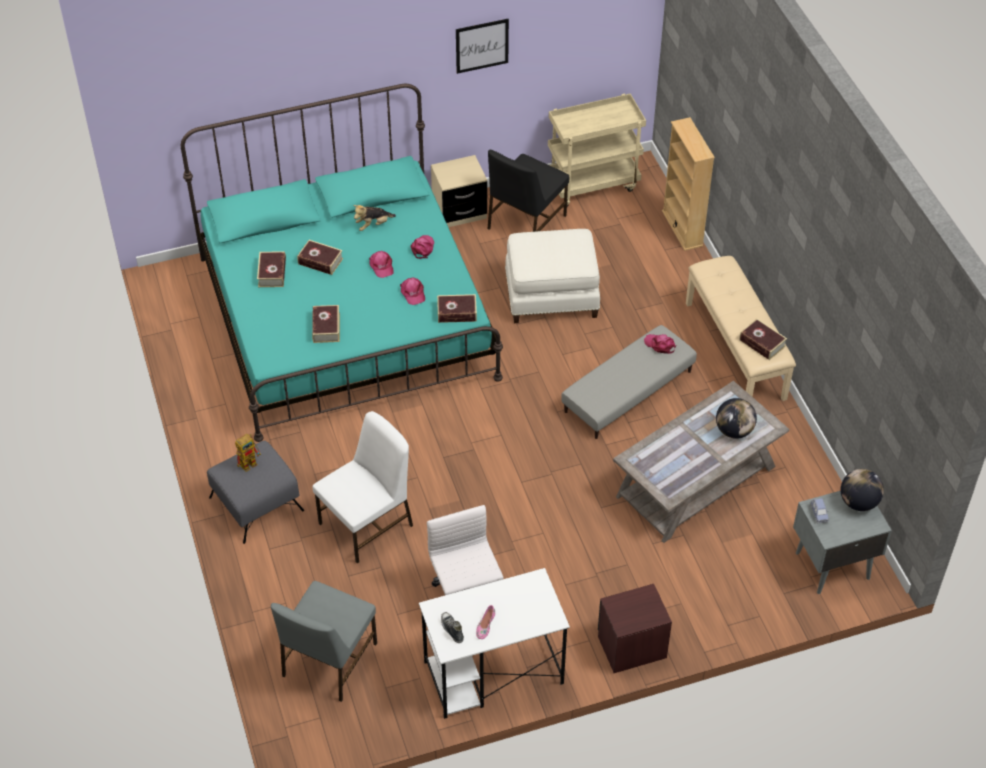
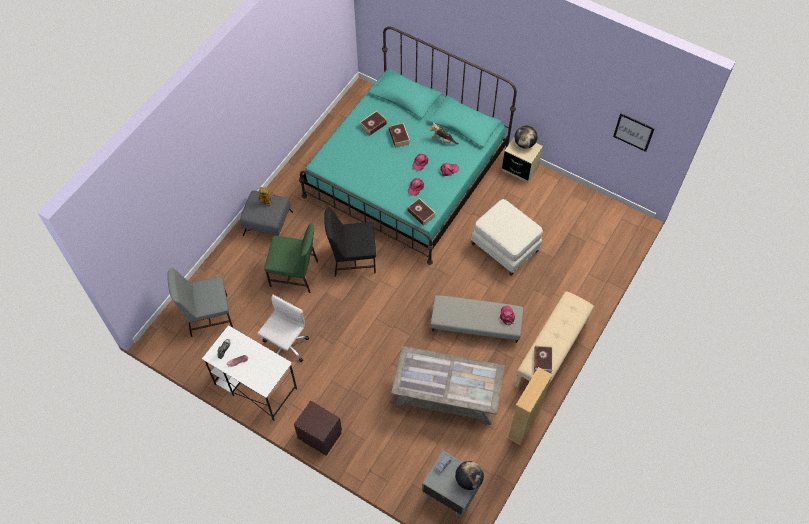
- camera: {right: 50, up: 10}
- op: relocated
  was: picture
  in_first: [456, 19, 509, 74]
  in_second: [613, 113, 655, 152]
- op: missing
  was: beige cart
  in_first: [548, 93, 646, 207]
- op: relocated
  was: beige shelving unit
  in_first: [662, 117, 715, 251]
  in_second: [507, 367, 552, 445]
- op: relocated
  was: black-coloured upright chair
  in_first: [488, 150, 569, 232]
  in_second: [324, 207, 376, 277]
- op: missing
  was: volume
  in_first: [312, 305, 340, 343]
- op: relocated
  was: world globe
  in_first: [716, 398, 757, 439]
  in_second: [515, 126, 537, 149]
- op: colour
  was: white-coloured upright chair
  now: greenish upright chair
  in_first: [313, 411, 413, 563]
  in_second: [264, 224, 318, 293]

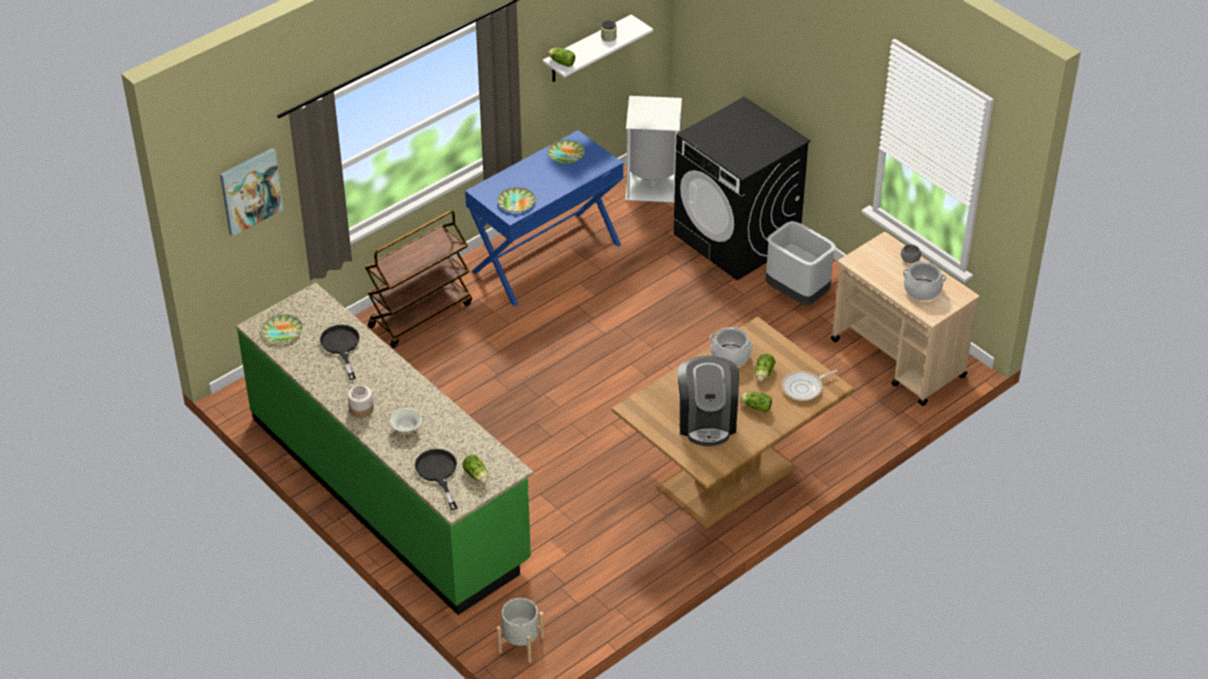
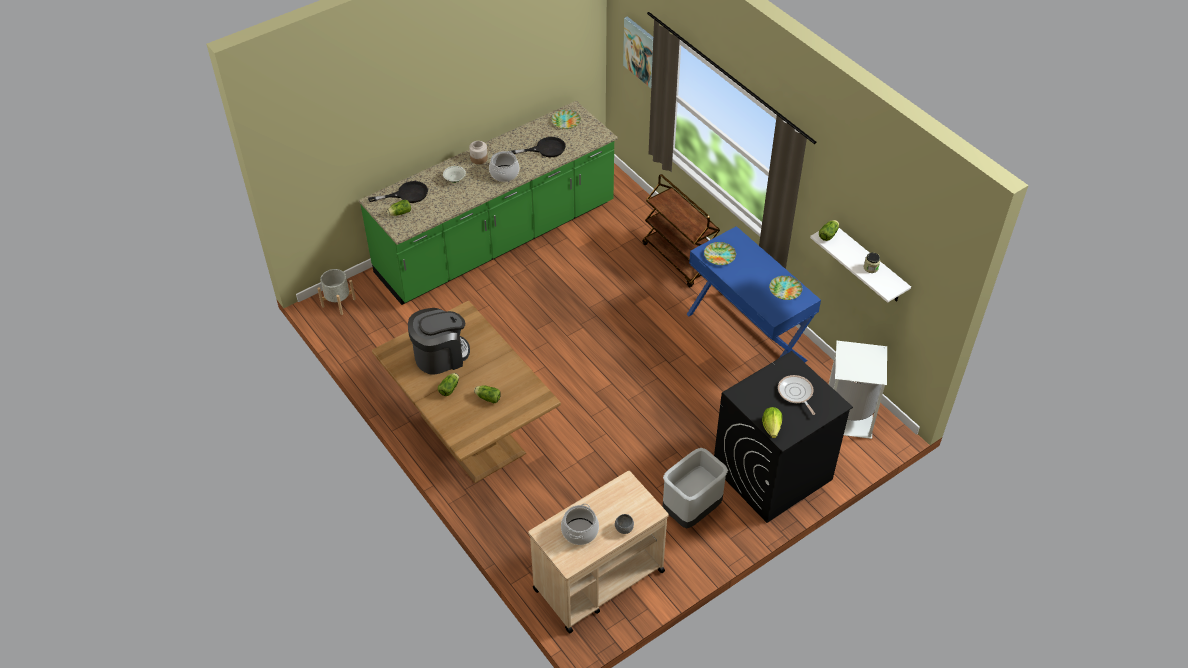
- camera: {right: 95, up: 5}
- op: relocated
  was: stockpot
  in_first: [709, 327, 754, 367]
  in_second: [489, 151, 519, 182]
- op: spun
  was: coffee machine
  in_first: [678, 356, 739, 447]
  in_second: [408, 308, 470, 375]
  clockwise: 150
- op: relocated
  was: frying pan
  in_first: [782, 369, 838, 401]
  in_second: [778, 375, 815, 415]
- op: appeared
  now: lettuce head
  in_second: [762, 407, 782, 438]

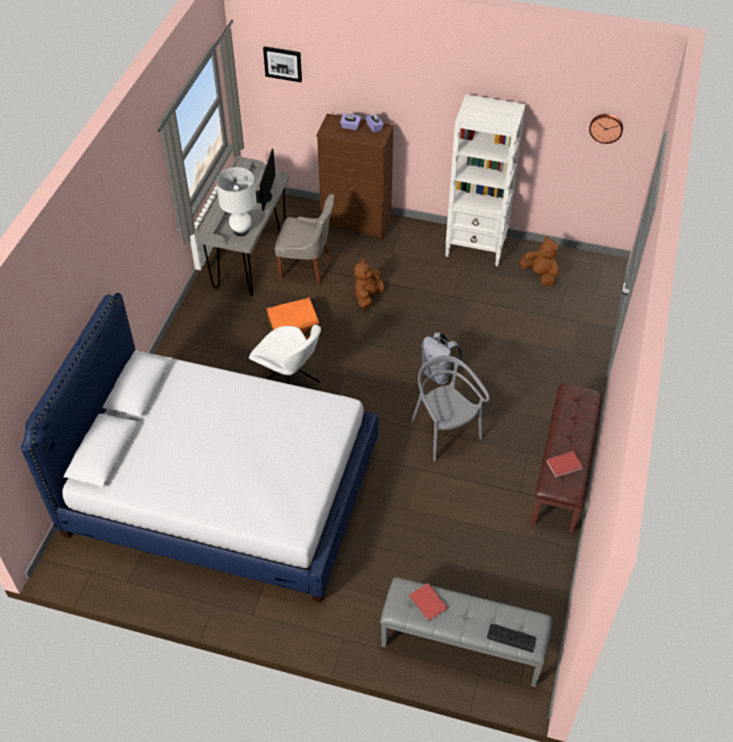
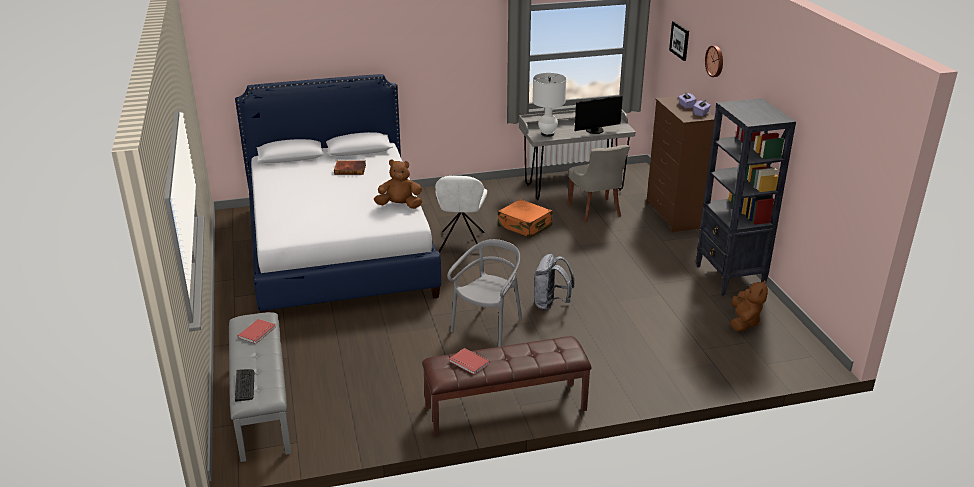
- camera: {right: 60, up: -20}
- op: colour
  was: white-coloured shelving unit
  now: black-coloured shelving unit
  in_first: [445, 94, 526, 266]
  in_second: [696, 98, 796, 296]
- op: relocated
  was: hanging clock
  in_first: [589, 114, 623, 144]
  in_second: [705, 45, 723, 77]
- op: relocated
  was: brown-coloured soft toy
  in_first: [353, 259, 384, 308]
  in_second: [374, 159, 422, 209]
- op: appeared
  now: volume
  in_second: [334, 160, 366, 175]

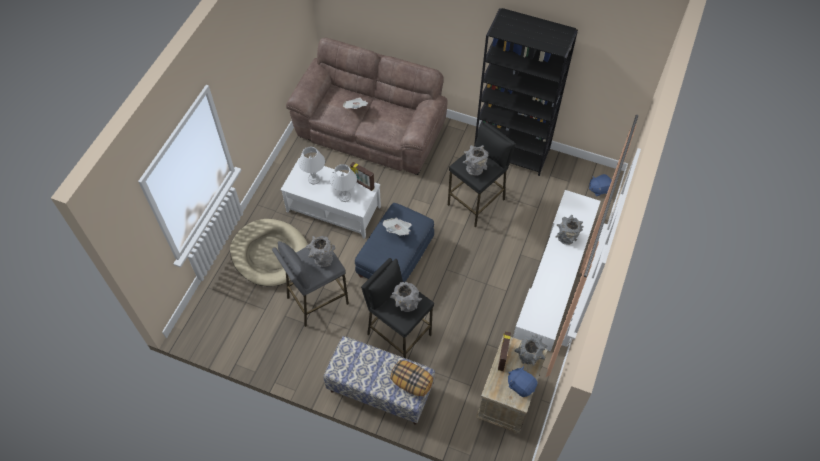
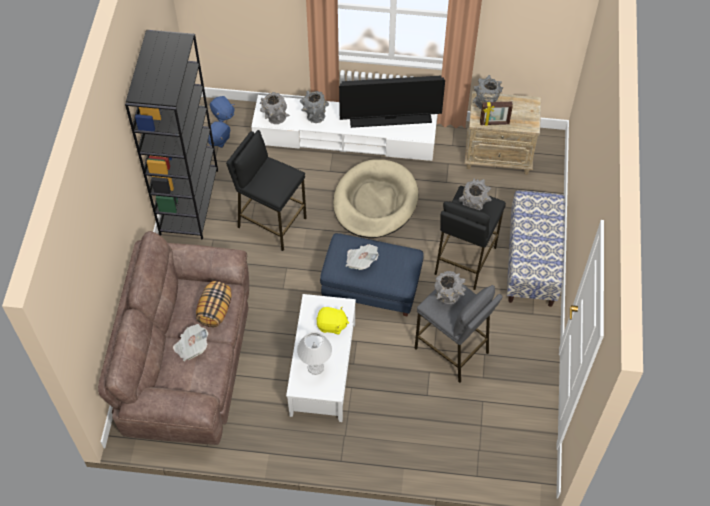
- camera: {right: -105, up: 0}
- op: relocated
  was: greyish vase
  in_first: [463, 145, 489, 176]
  in_second: [260, 92, 290, 124]
- op: missing
  was: standing frame
  in_first: [350, 162, 374, 191]
- op: exchanged
  was: white-coloured table lamp
  now: yellow-coloured soft toy
  in_first: [330, 164, 357, 202]
  in_second: [316, 307, 349, 334]
- op: relocated
  was: beige pet bed
  in_first: [230, 219, 308, 287]
  in_second: [333, 159, 418, 238]
- op: relocated
  was: throw pillow
  in_first: [390, 360, 433, 397]
  in_second: [196, 281, 232, 327]
- op: relocated
  was: blue soft toy
  in_first: [508, 366, 538, 397]
  in_second: [208, 121, 230, 148]
- op: appeared
  now: TV
  in_second: [339, 76, 445, 128]

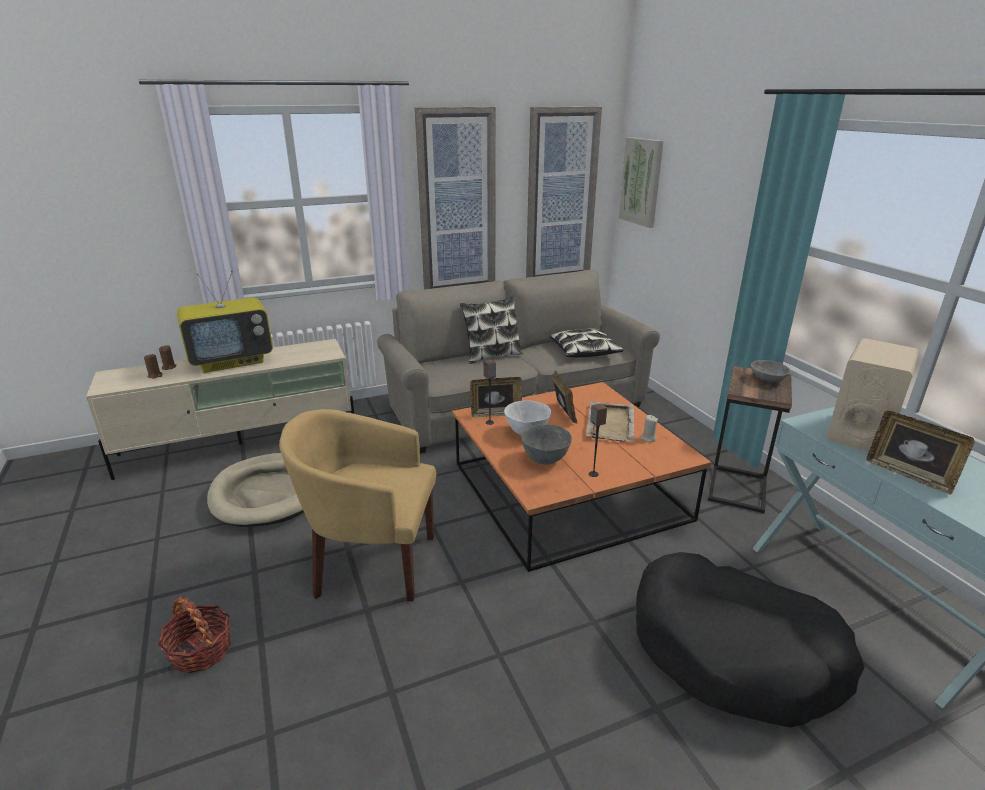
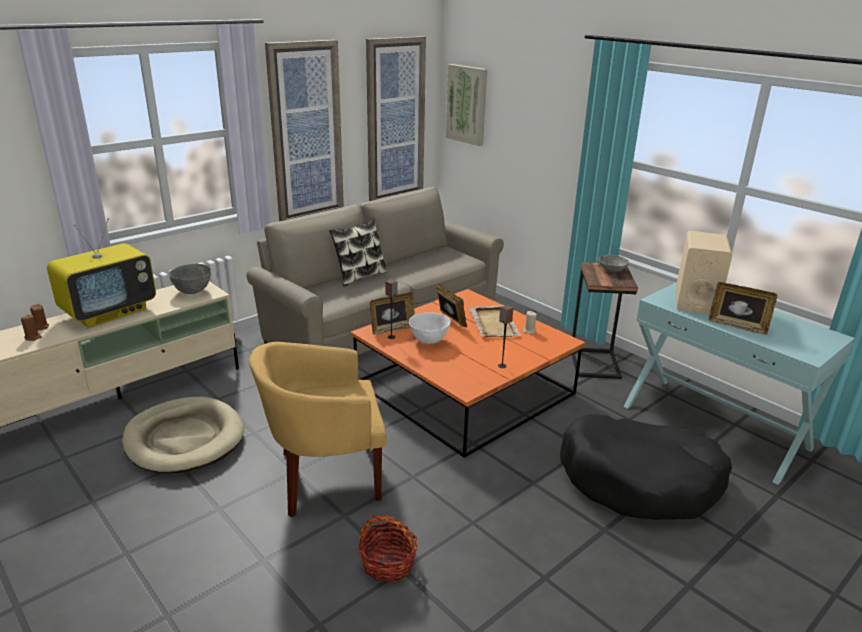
- camera: {right: -20, up: 0}
- op: missing
  was: throw pillow
  in_first: [550, 328, 623, 357]
- op: relocated
  was: greyish bowl
  in_first: [521, 425, 572, 465]
  in_second: [169, 264, 211, 294]
- op: relocated
  was: storage basket
  in_first: [158, 595, 231, 674]
  in_second: [358, 514, 417, 582]

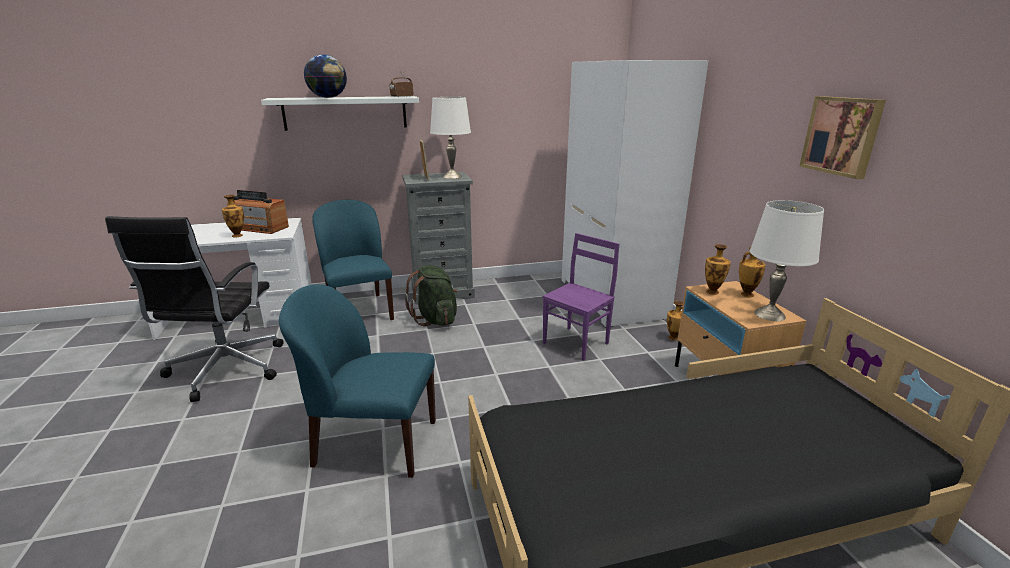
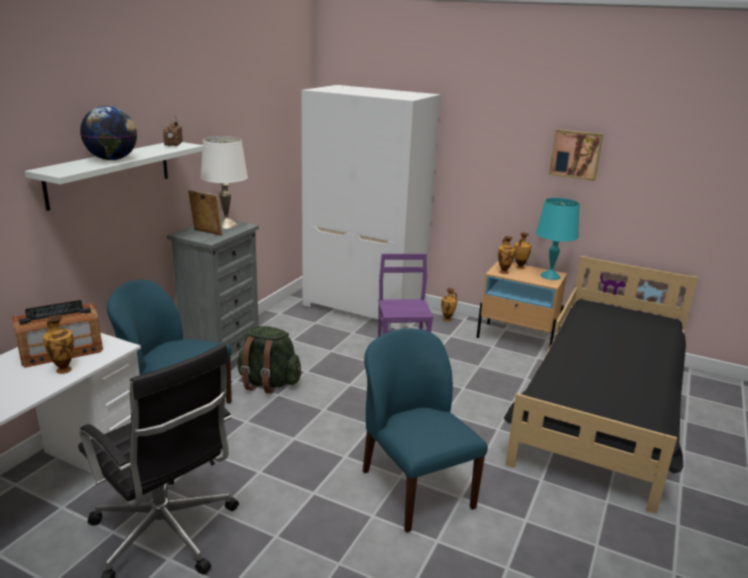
- camera: {right: -50, up: 0}
- op: colour
  was: white-coloured table lamp
  now: blue-green table lamp
  in_first: [750, 200, 824, 321]
  in_second: [536, 198, 580, 280]
- op: spun
  was: blue upright chair
  in_first: [279, 285, 436, 478]
  in_second: [363, 328, 488, 533]
  clockwise: 105

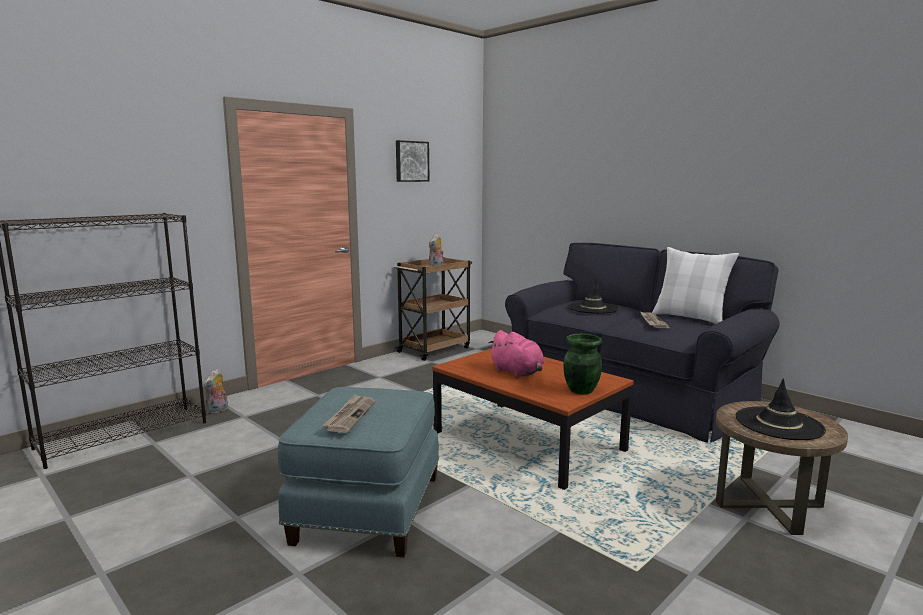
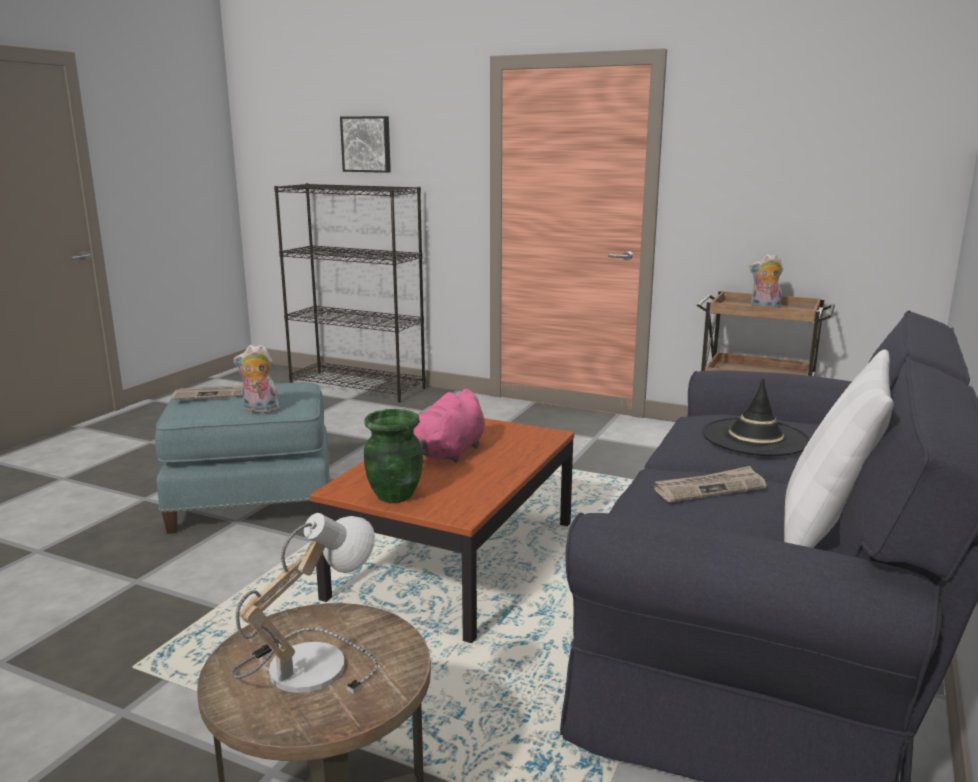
- camera: {right: 70, up: 5}
- op: relocated
  was: picture
  in_first: [396, 140, 430, 182]
  in_second: [340, 116, 391, 173]
- op: relocated
  was: soft toy
  in_first: [203, 369, 228, 415]
  in_second: [234, 344, 280, 413]
- op: exchanged
  was: black-coloured wearable hat
  now: table lamp
  in_first: [736, 378, 826, 440]
  in_second: [231, 513, 378, 694]

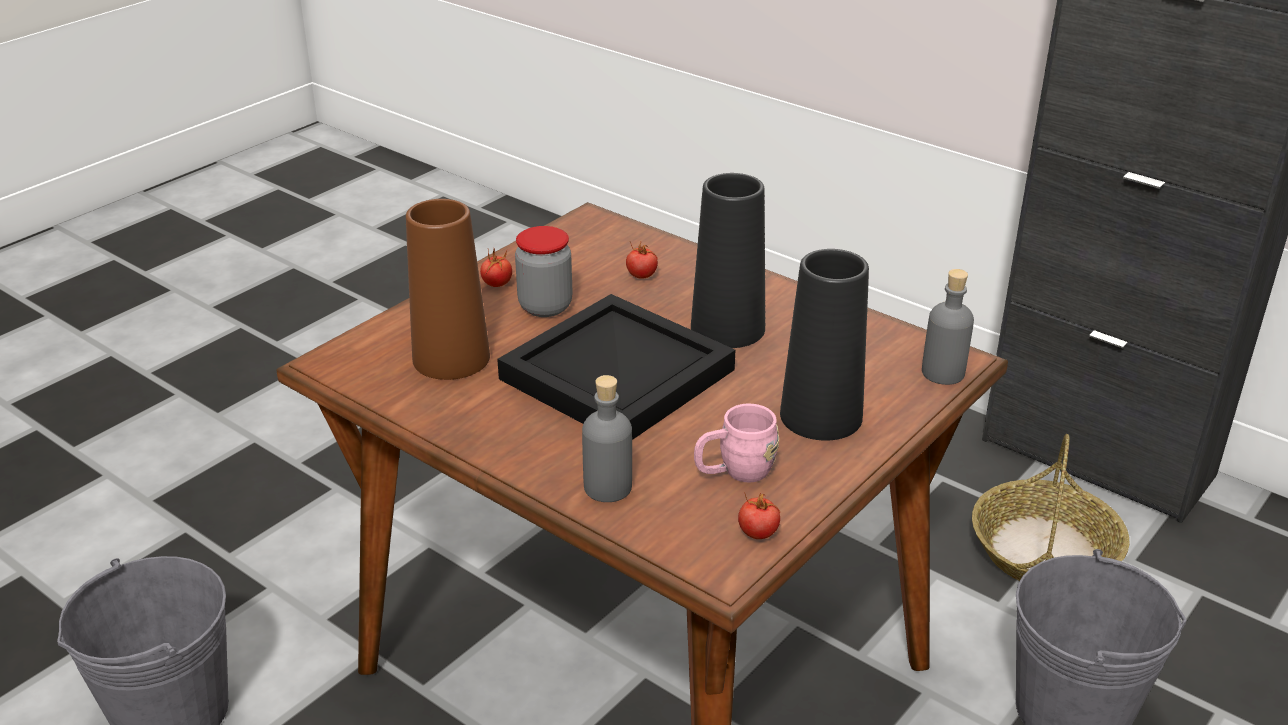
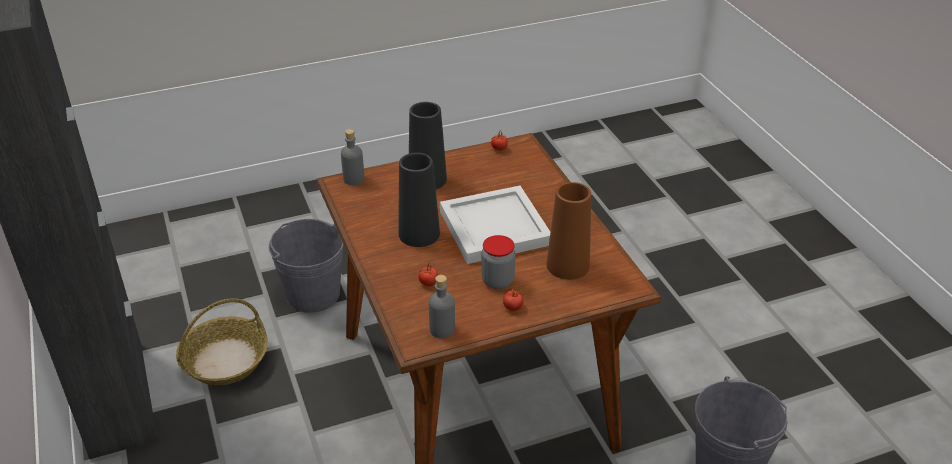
- camera: {right: -150, up: 5}
- op: colour
  was: black-coloured serving tray
  now: white-coloured serving tray
  in_first: [497, 294, 735, 440]
  in_second: [440, 186, 550, 264]
- op: relocated
  was: greyish beverage bottle
  in_first: [582, 375, 632, 502]
  in_second: [429, 275, 455, 339]
- op: missing
  was: pinkish tea mug
  in_first: [694, 404, 779, 482]

